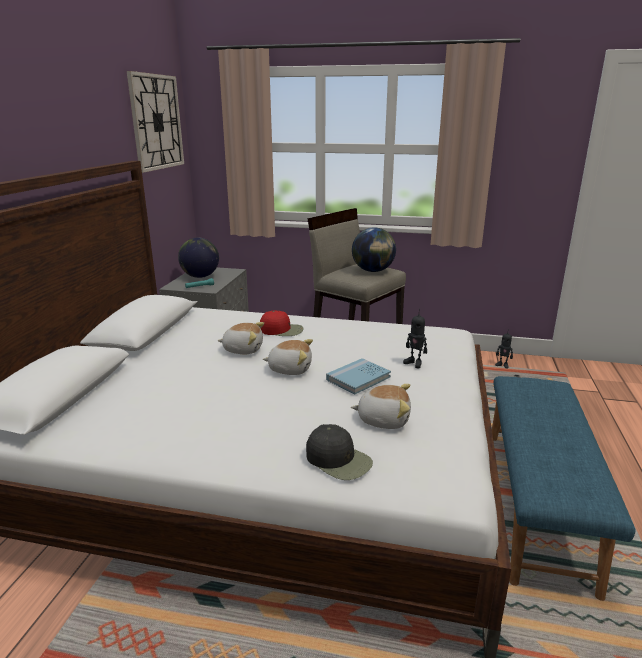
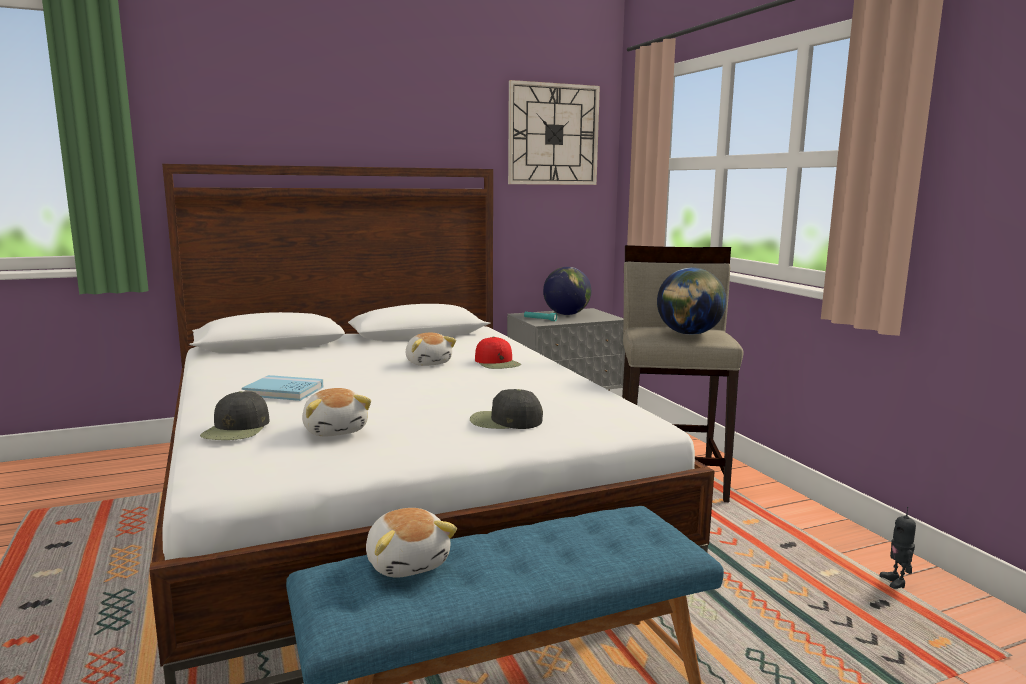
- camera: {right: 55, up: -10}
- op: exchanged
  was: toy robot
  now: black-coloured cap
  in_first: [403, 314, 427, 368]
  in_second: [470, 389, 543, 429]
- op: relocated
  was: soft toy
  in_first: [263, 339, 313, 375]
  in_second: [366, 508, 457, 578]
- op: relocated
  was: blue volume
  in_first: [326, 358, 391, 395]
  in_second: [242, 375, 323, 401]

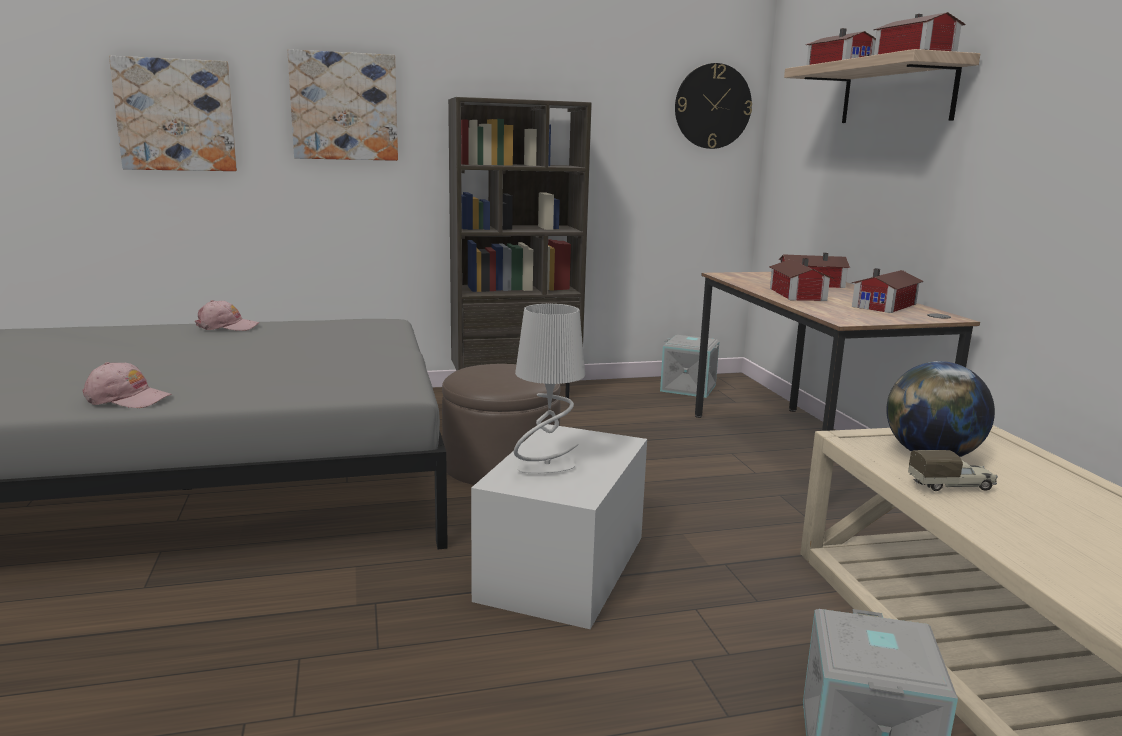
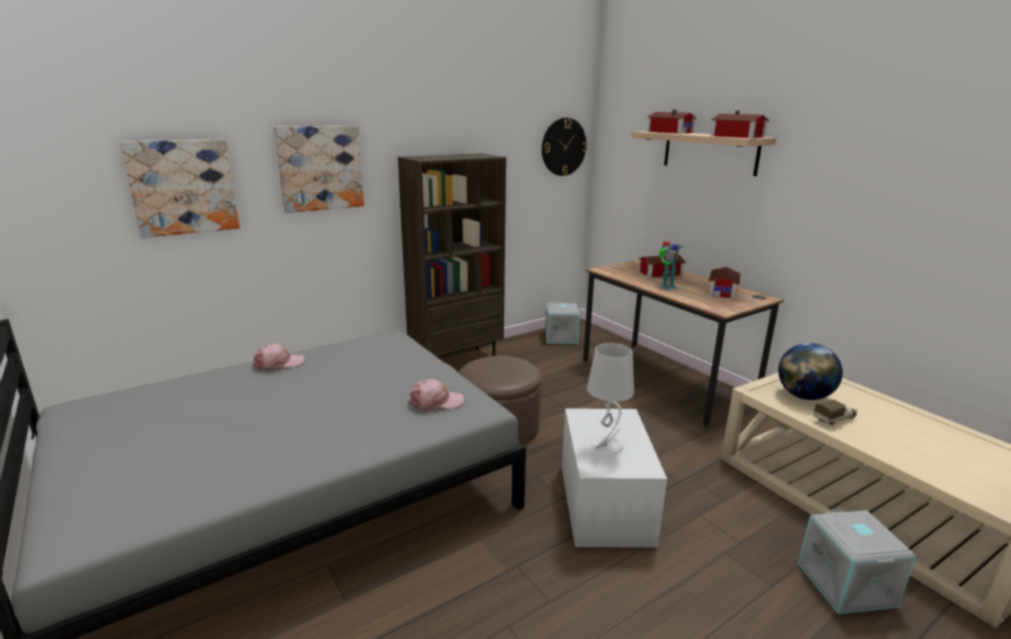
- camera: {right: -20, up: 5}
- op: exchanged
  was: miniature house
  now: toy robot
  in_first: [769, 258, 834, 301]
  in_second: [659, 241, 683, 290]
- op: relocated
  was: pinkish cap
  in_first: [82, 362, 172, 408]
  in_second: [409, 379, 464, 411]

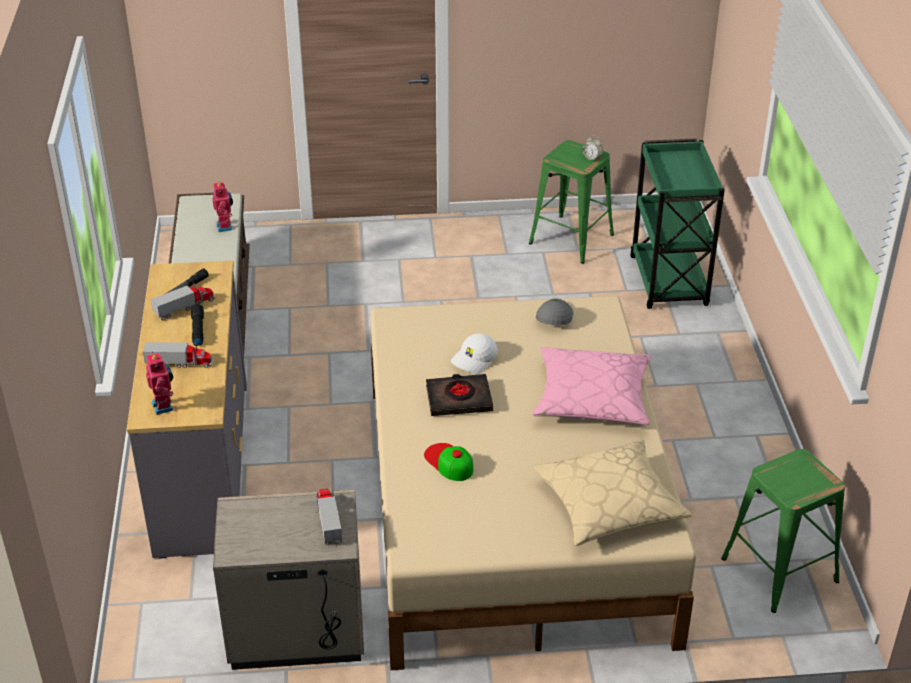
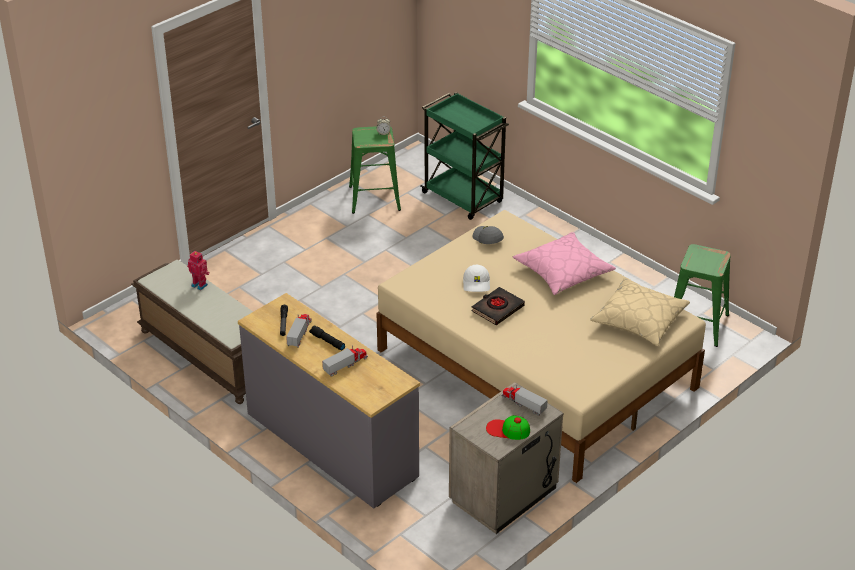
- camera: {right: -40, up: 0}
- op: missing
  was: toy robot
  in_first: [146, 352, 174, 415]
- op: relocated
  was: cap
  in_first: [424, 443, 473, 481]
  in_second: [486, 415, 530, 440]

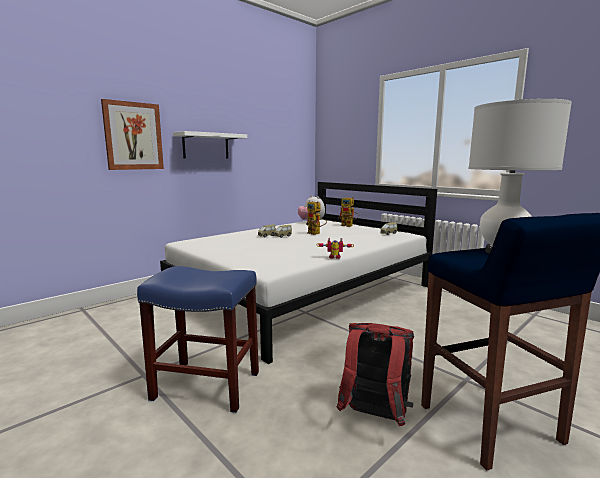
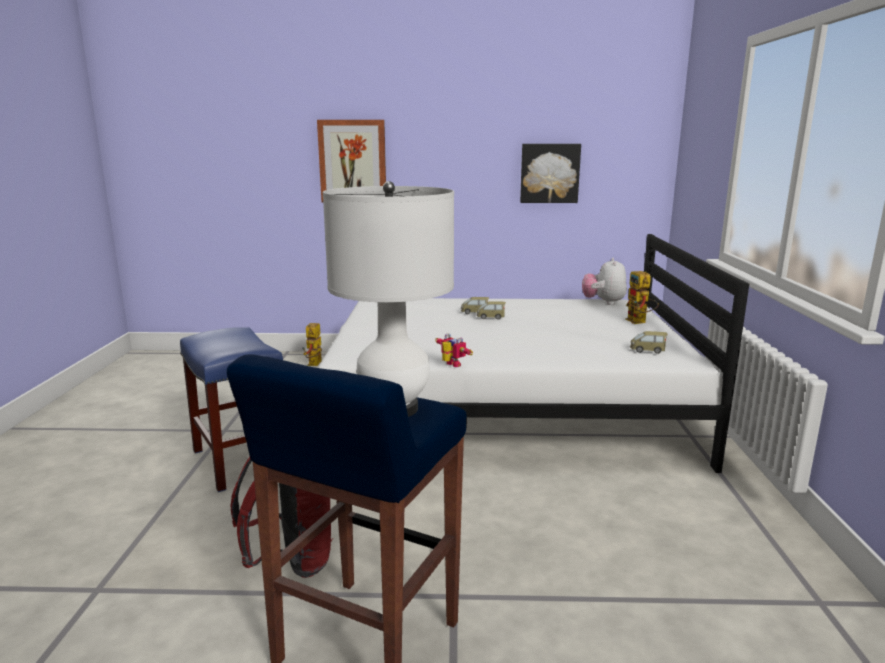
- camera: {right: 45, up: 5}
- op: missing
  was: white-coloured bracket shelf
  in_first: [173, 131, 247, 159]
- op: relocated
  was: toy robot
  in_first: [306, 201, 327, 235]
  in_second: [302, 323, 322, 366]
- op: appeared
  now: picture
  in_second: [520, 144, 581, 203]

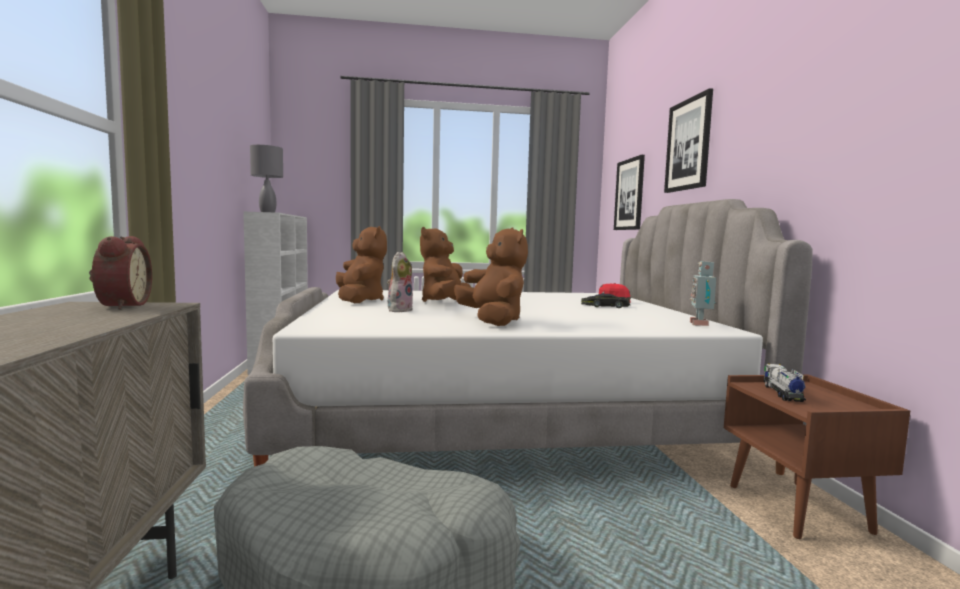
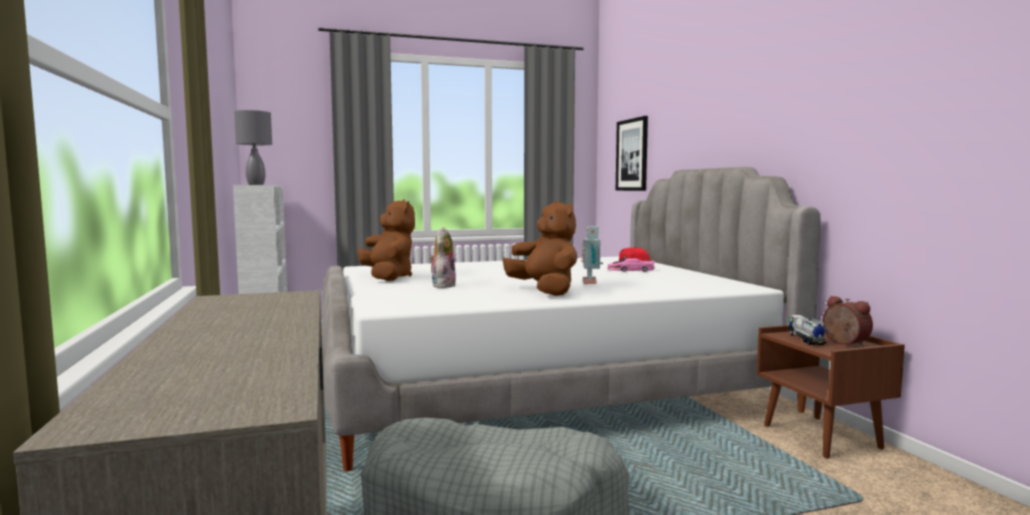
- camera: {right: -10, up: 0}
- op: missing
  was: picture
  in_first: [664, 88, 713, 193]
- op: missing
  was: brown-coloured soft toy
  in_first: [420, 227, 471, 302]
- op: relocated
  was: bedside clock
  in_first: [89, 236, 152, 309]
  in_second: [822, 296, 873, 347]
- op: relocated
  was: toy robot
  in_first: [690, 261, 717, 326]
  in_second: [581, 226, 603, 284]
- op: colour
  was: black-coloured model car
  now: pinkish model car
  in_first: [581, 294, 631, 308]
  in_second: [607, 258, 655, 272]

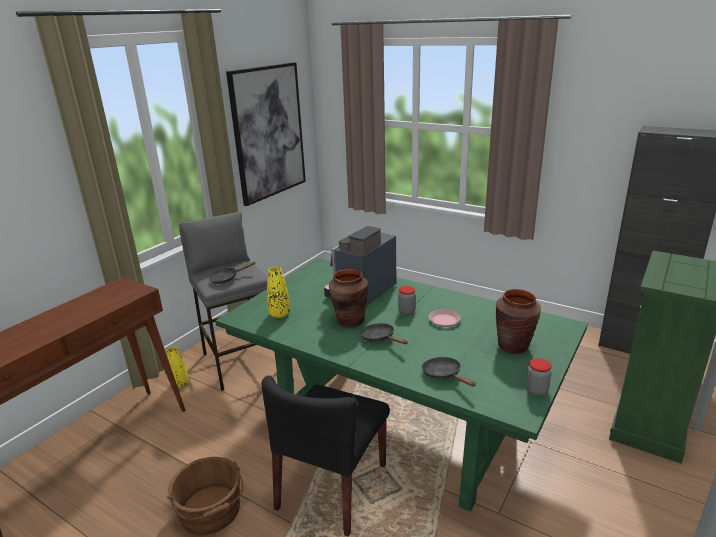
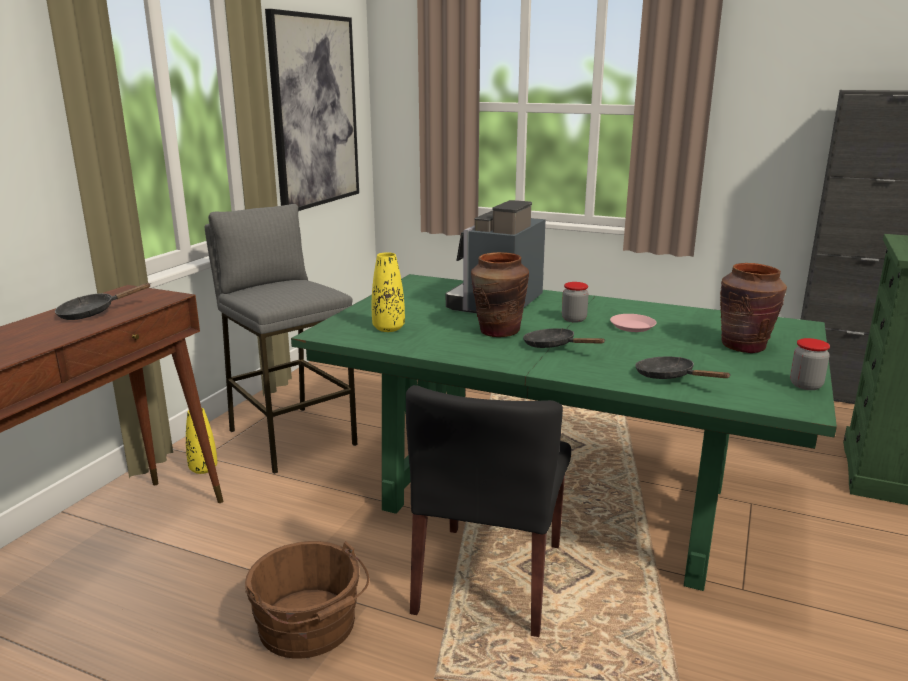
- camera: {right: -10, up: -5}
- op: relocated
  was: black-coloured frying pan
  in_first: [209, 262, 256, 284]
  in_second: [55, 283, 151, 320]

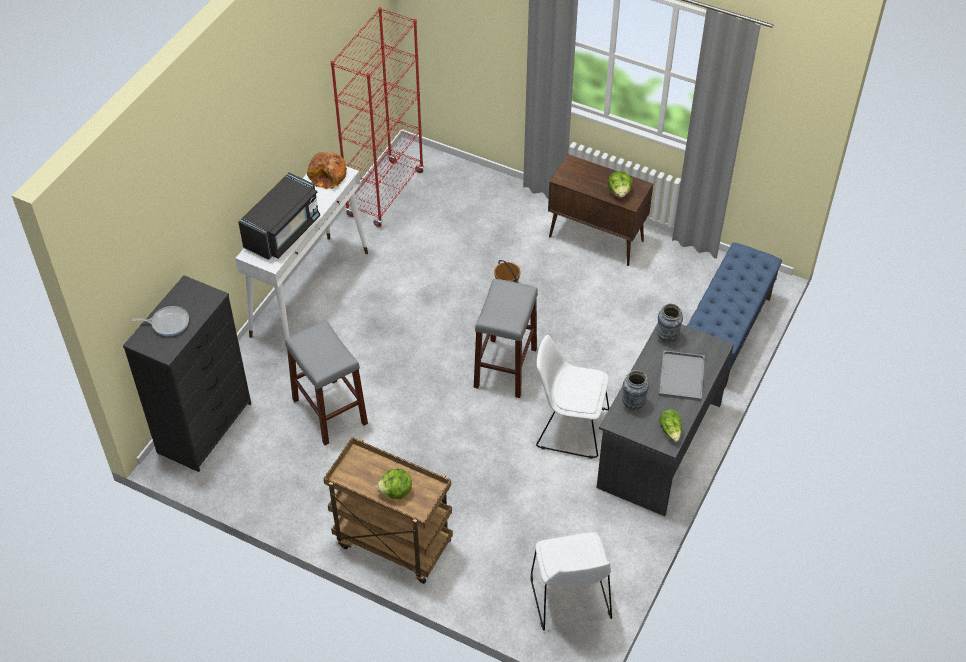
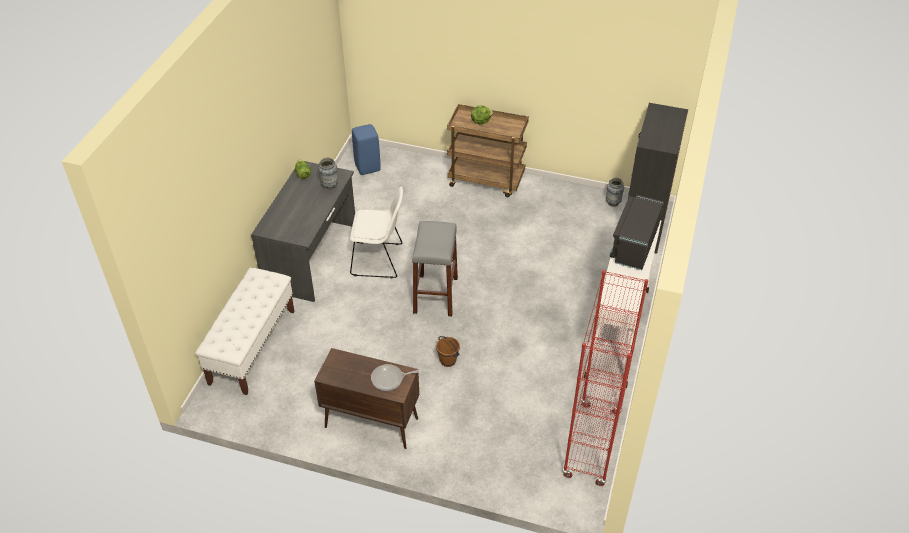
- camera: {right: 170, up: -5}
- op: missing
  was: bread
  in_first: [307, 152, 347, 189]
- op: missing
  was: lettuce head
  in_first: [608, 171, 633, 197]
- op: colour
  was: blue bench
  now: white-coloured bench
  in_first: [687, 242, 782, 388]
  in_second: [195, 268, 295, 395]
- op: relocated
  was: vase
  in_first: [656, 304, 683, 343]
  in_second: [606, 177, 624, 207]
- op: relocated
  was: frying pan
  in_first: [132, 306, 189, 336]
  in_second: [371, 364, 419, 391]
- op: missing
  was: greyish stool seat
  in_first: [285, 320, 368, 445]
- op: missing
  was: greyish serving tray
  in_first: [659, 350, 705, 401]
- op: exchanged
  was: white-coloured upright chair
  now: blue stool seat
  in_first: [530, 532, 612, 631]
  in_second: [352, 124, 381, 175]

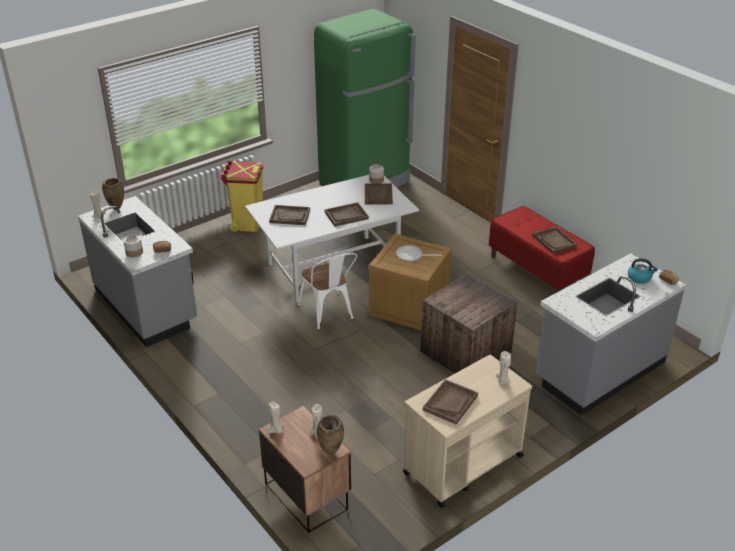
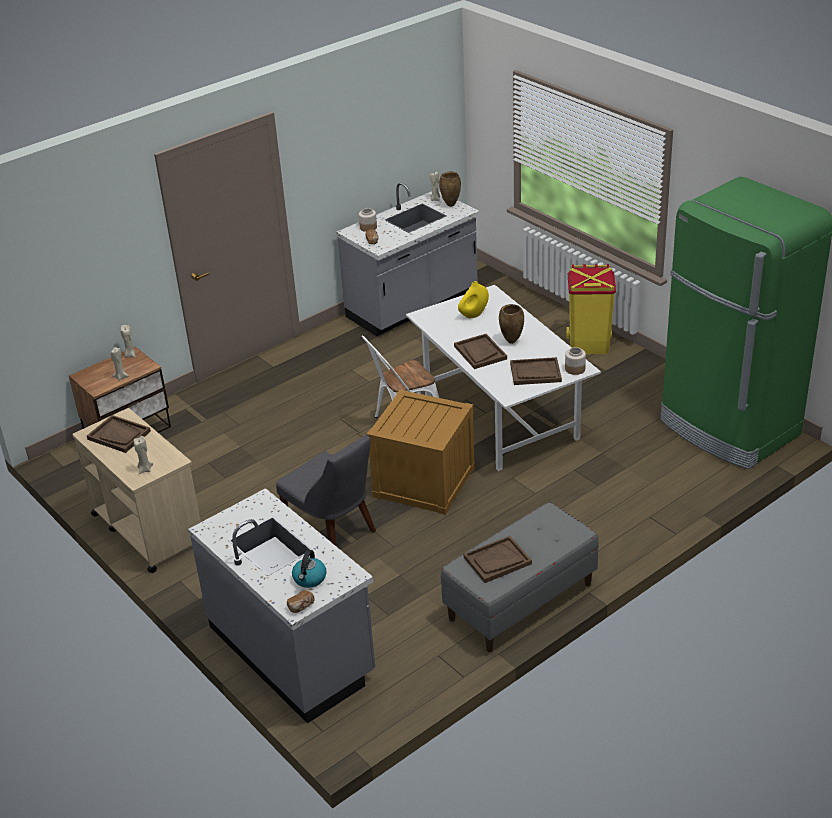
- camera: {right: 90, up: 0}
- op: exchanged
  was: brown-coloured serving tray
  now: yellow-coloured vase
  in_first: [269, 205, 310, 225]
  in_second: [458, 281, 489, 318]
- op: colour
  was: red bench
  now: greyish bench
  in_first: [489, 206, 595, 293]
  in_second: [441, 502, 599, 652]
- op: missing
  was: frying pan
  in_first: [396, 245, 442, 262]
- op: exchanged
  was: crate
  now: greyish upright chair
  in_first: [421, 274, 517, 374]
  in_second: [276, 435, 376, 546]
- op: relocated
  was: brown-coloured vase
  in_first: [317, 415, 344, 455]
  in_second: [499, 304, 524, 344]

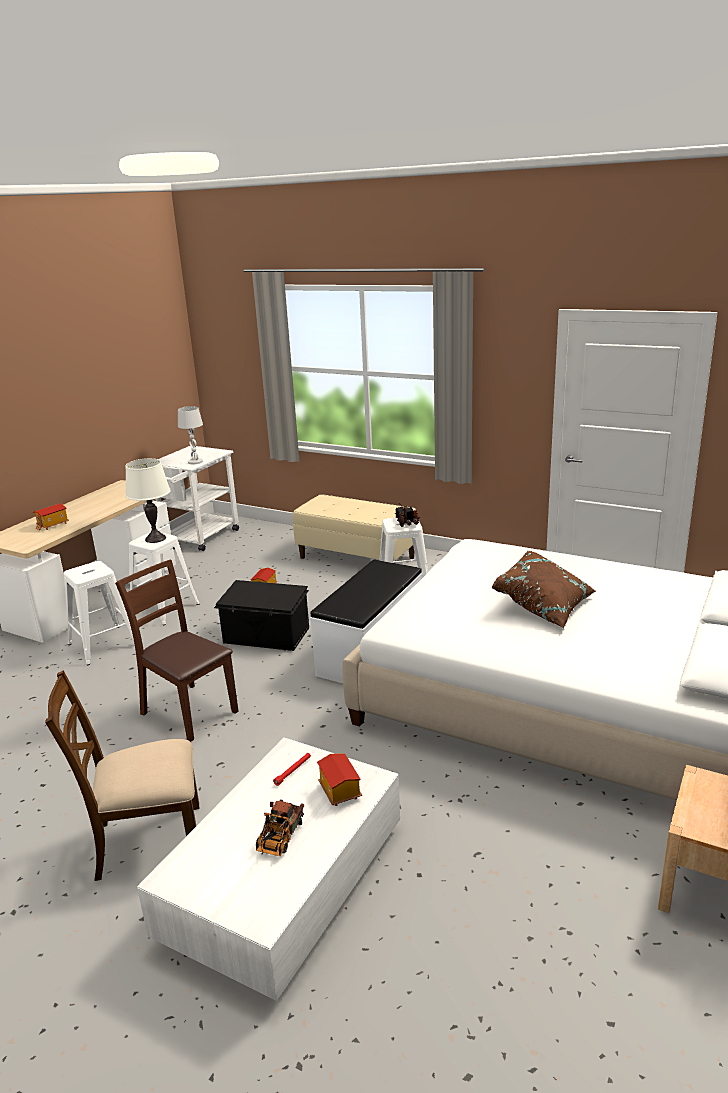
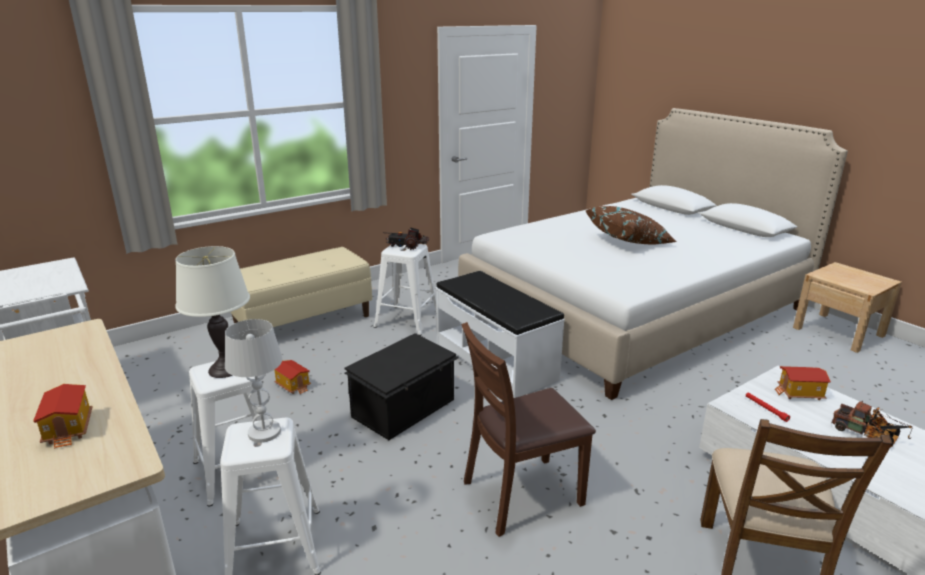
- camera: {right: -65, up: 0}
- op: relocated
  was: white-coloured table lamp
  in_first: [178, 406, 203, 464]
  in_second: [225, 319, 283, 443]

